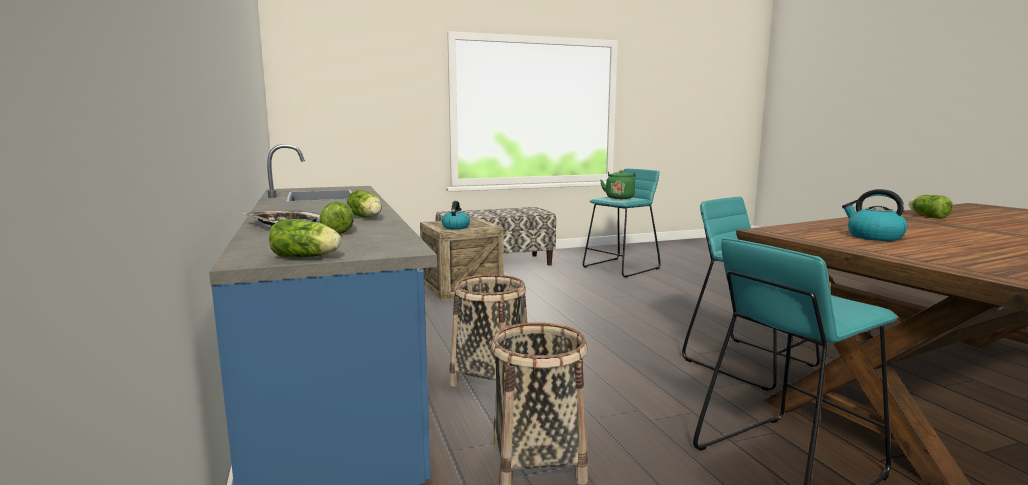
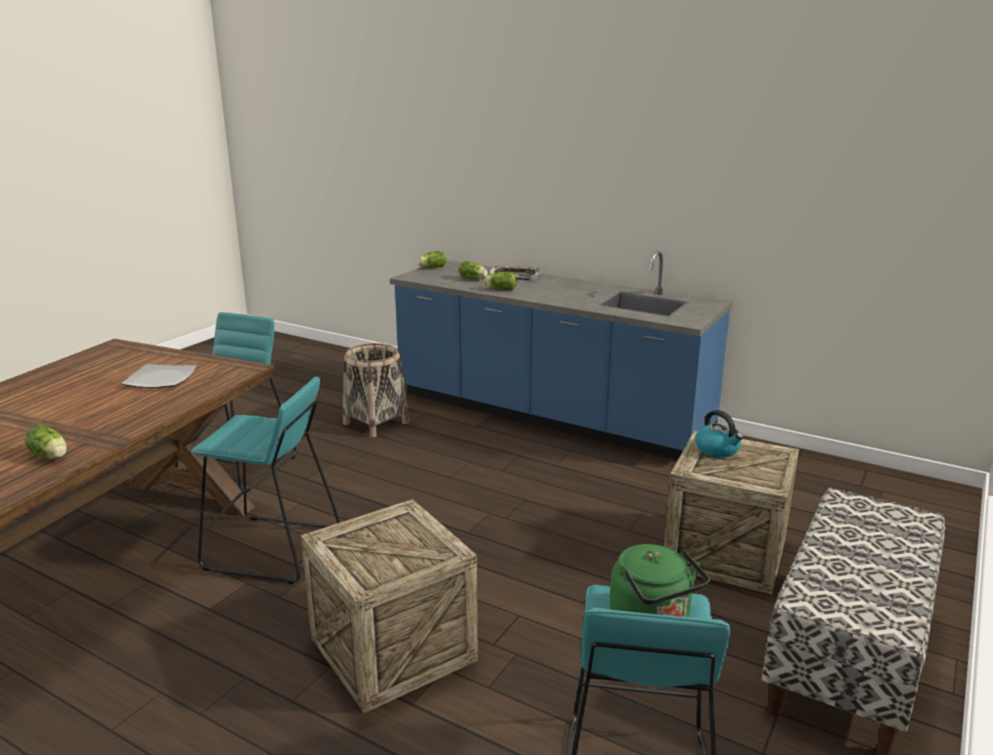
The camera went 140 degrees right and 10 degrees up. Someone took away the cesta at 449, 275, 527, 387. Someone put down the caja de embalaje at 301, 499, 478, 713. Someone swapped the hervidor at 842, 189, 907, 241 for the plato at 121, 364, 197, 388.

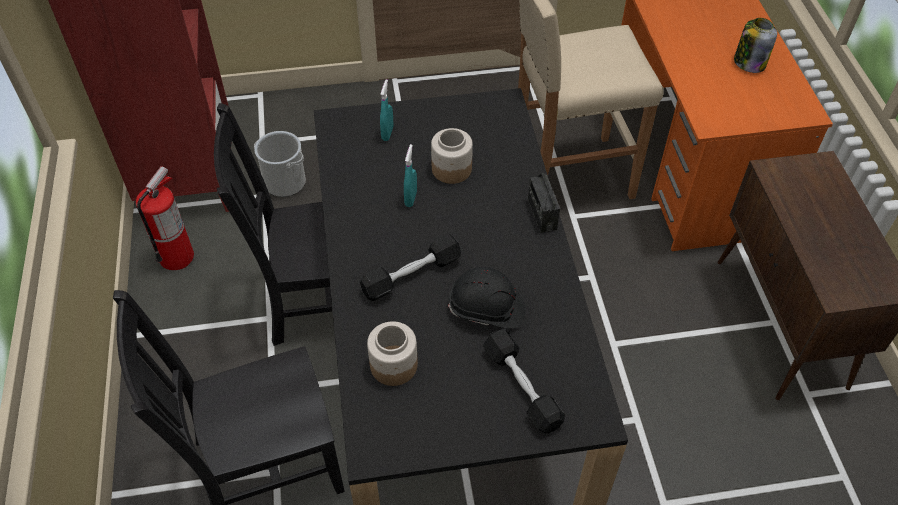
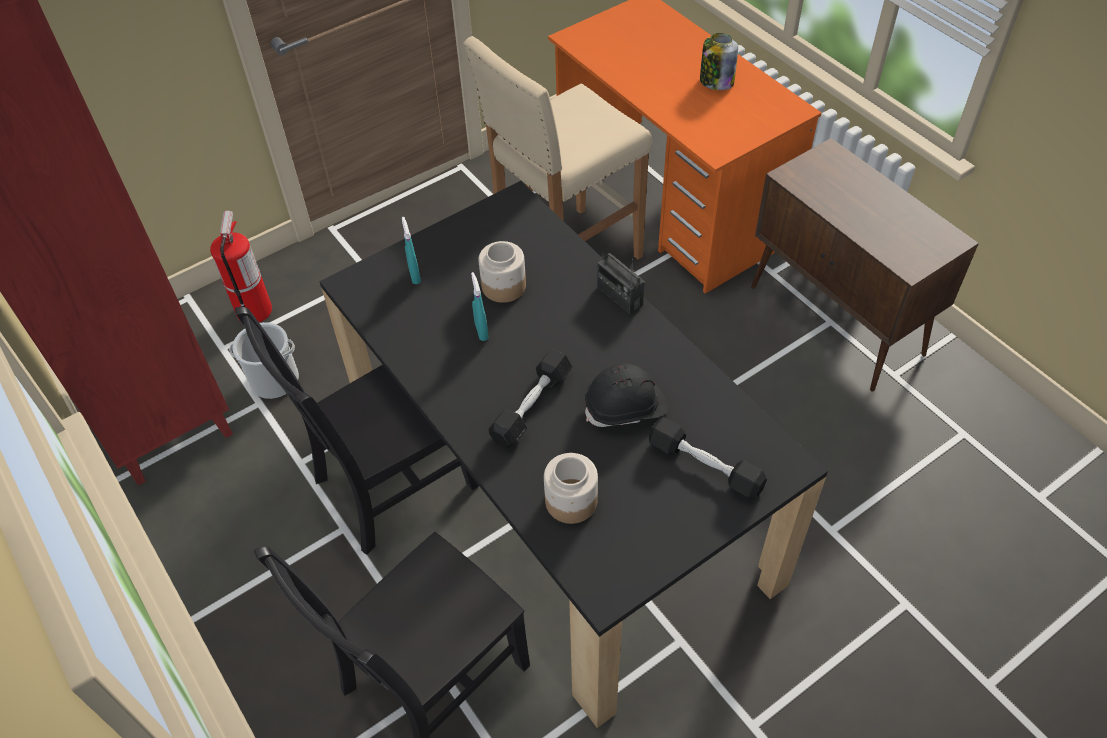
The camera went 25 degrees left and 0 degrees up. Someone carried the extintor from 136, 166, 194, 270 to 210, 211, 272, 322.

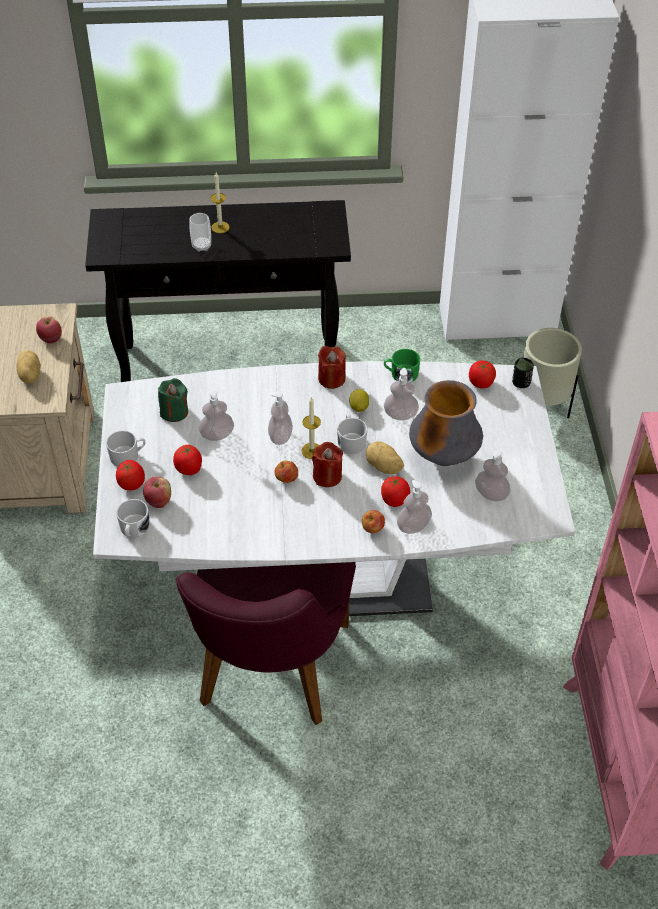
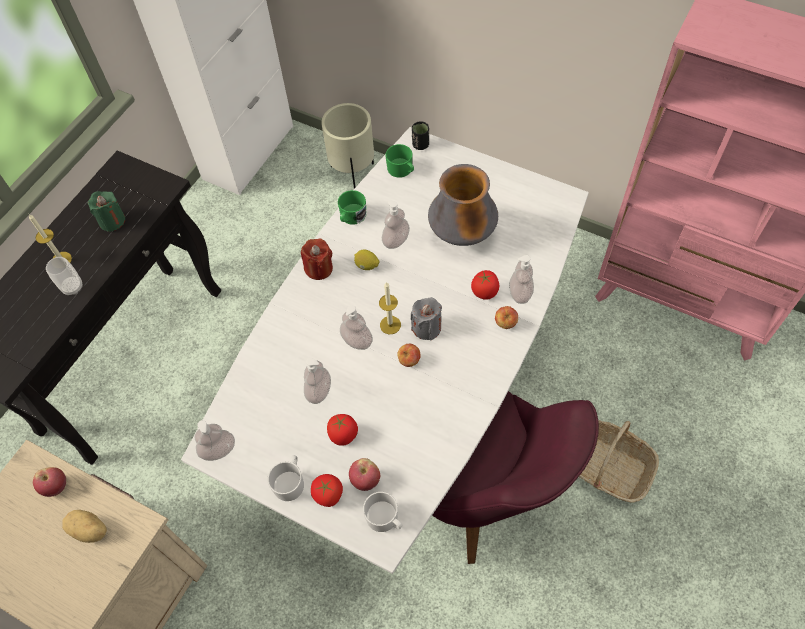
The camera went 55 degrees left and 10 degrees up. Someone took away the taza grande (blanco) at 337, 414, 367, 454. Someone took away the patata at 366, 441, 404, 474. Someone put down the cesta at 579, 420, 659, 503. Someone carried the vela (verde) from 158, 378, 188, 422 to 88, 191, 125, 232. Someone carried the dispensador de jabón from 475, 450, 510, 501 to 194, 420, 235, 461. Someone swapped the tomate at 469, 361, 496, 389 for the taza grande (verde) at 385, 144, 414, 178. Someone repainted the vela (rojo) at 312, 442, 343, 487, which became the vela (gris) at 411, 297, 442, 341.

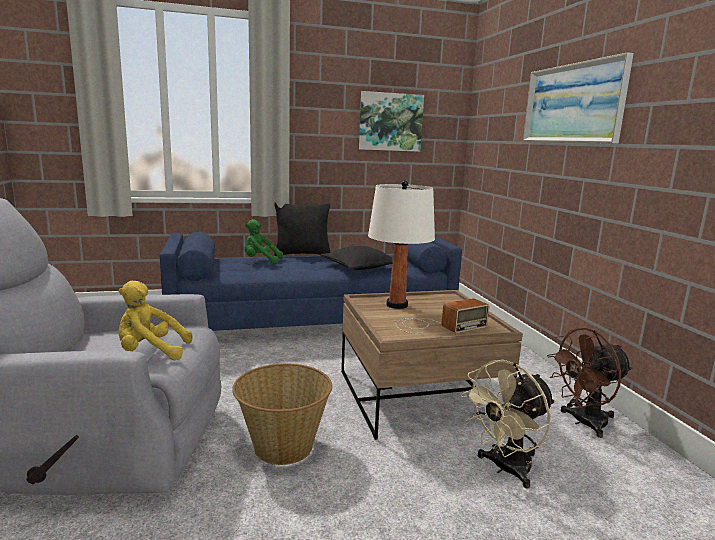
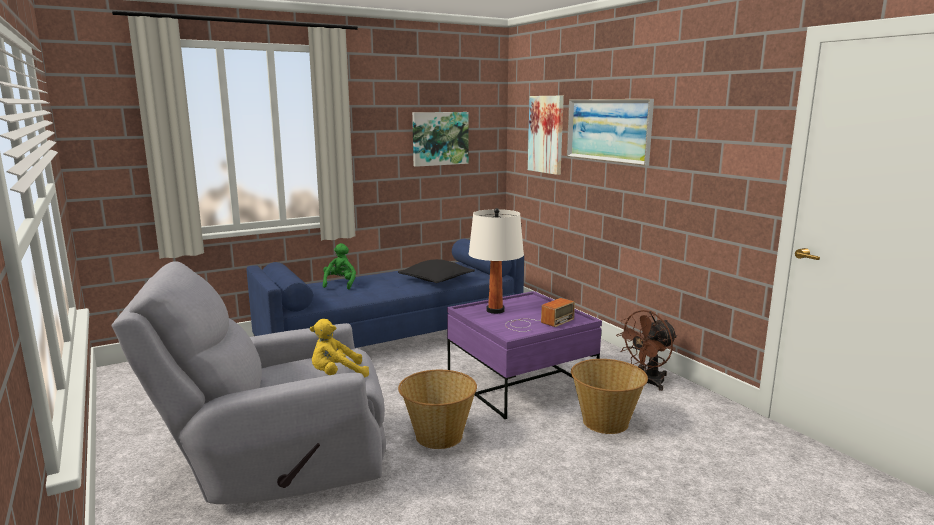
The camera went 15 degrees left and 0 degrees up. Someone took away the cojín (negro) at 274, 203, 331, 256. Someone put up the cuadro at 528, 96, 564, 175. Someone swapped the ventilador (beis) at 460, 360, 555, 489 for the cesta at 571, 359, 648, 434. Someone repainted the mesa de centro (marrón) at 341, 290, 523, 440, which became the mesa de centro (morado) at 447, 291, 602, 419. Someone rotated the peluche (verde) at 244, 219, 283, 264 by 105 degrees clockwise.

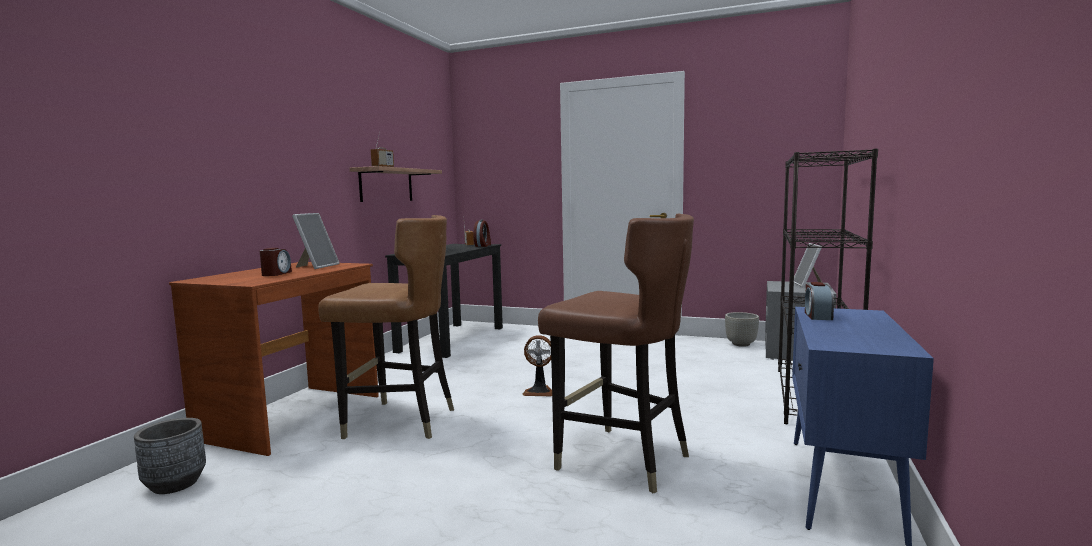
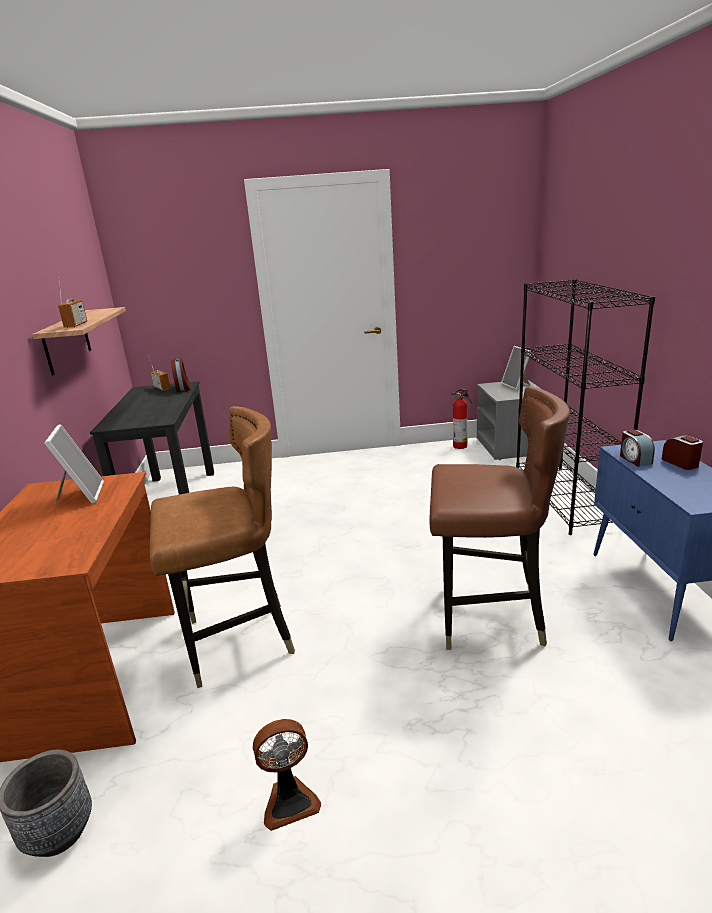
The camera went 25 degrees left and 15 degrees up. Someone carried the despertador from 260, 248, 292, 276 to 661, 435, 703, 470. Someone carried the ventilador from 522, 335, 552, 396 to 253, 719, 321, 831. Someone swapped the maceta (gris) at 725, 312, 759, 347 for the extintor at 451, 389, 472, 449.

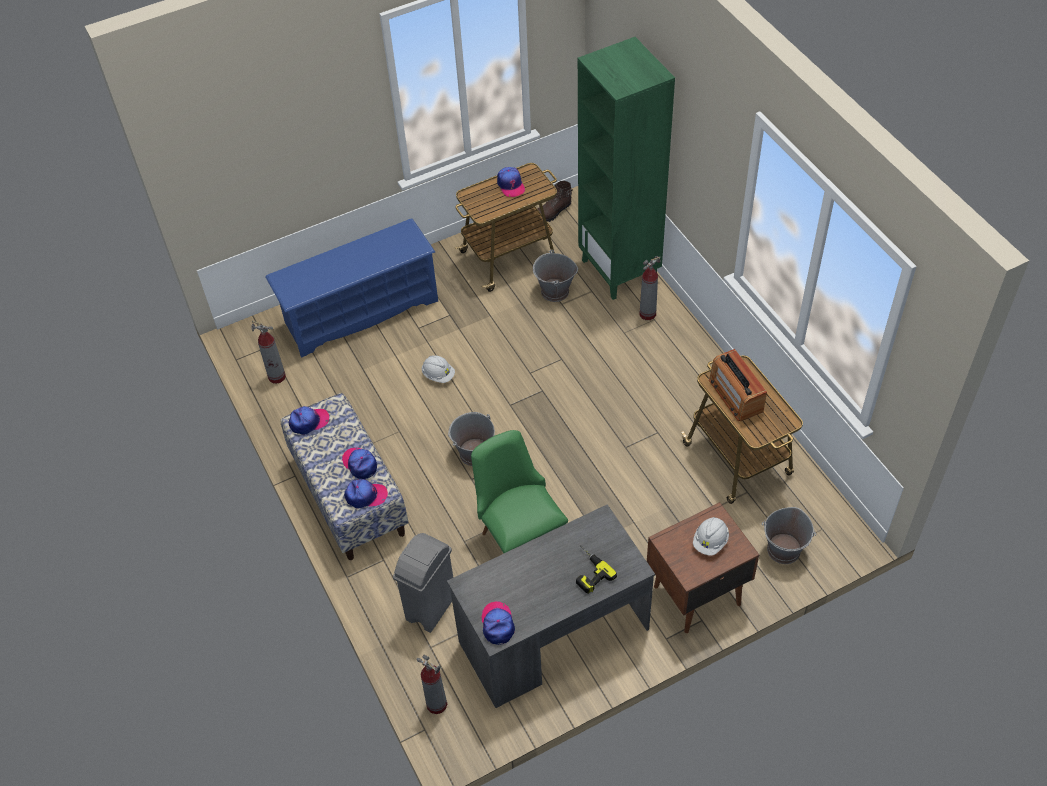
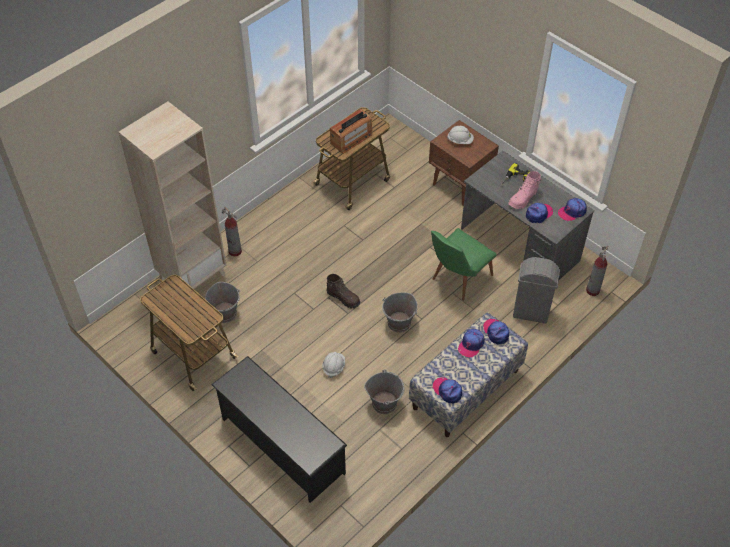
The camera went 110 degrees left and 0 degrees up. Someone took away the extintor at 251, 321, 286, 384. Someone put down the bota (rosa) at 508, 171, 542, 209. Someone carried the gorra from 497, 167, 525, 197 to 526, 203, 553, 223. Someone carried the bota (marrón) from 537, 181, 573, 222 to 327, 274, 360, 308. Someone carried the cubo (gris) from 762, 507, 816, 564 to 364, 369, 405, 414. Someone repainted the zapatero (azul) at 265, 218, 438, 358, which became the zapatero (negro) at 211, 356, 347, 503. Someone repainted the estantería (verde) at 578, 37, 675, 300, which became the estantería (beis) at 119, 102, 226, 293.

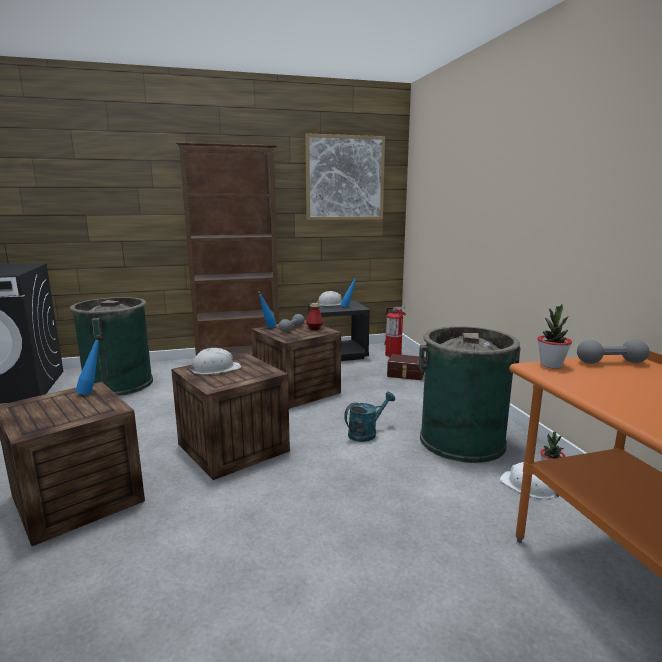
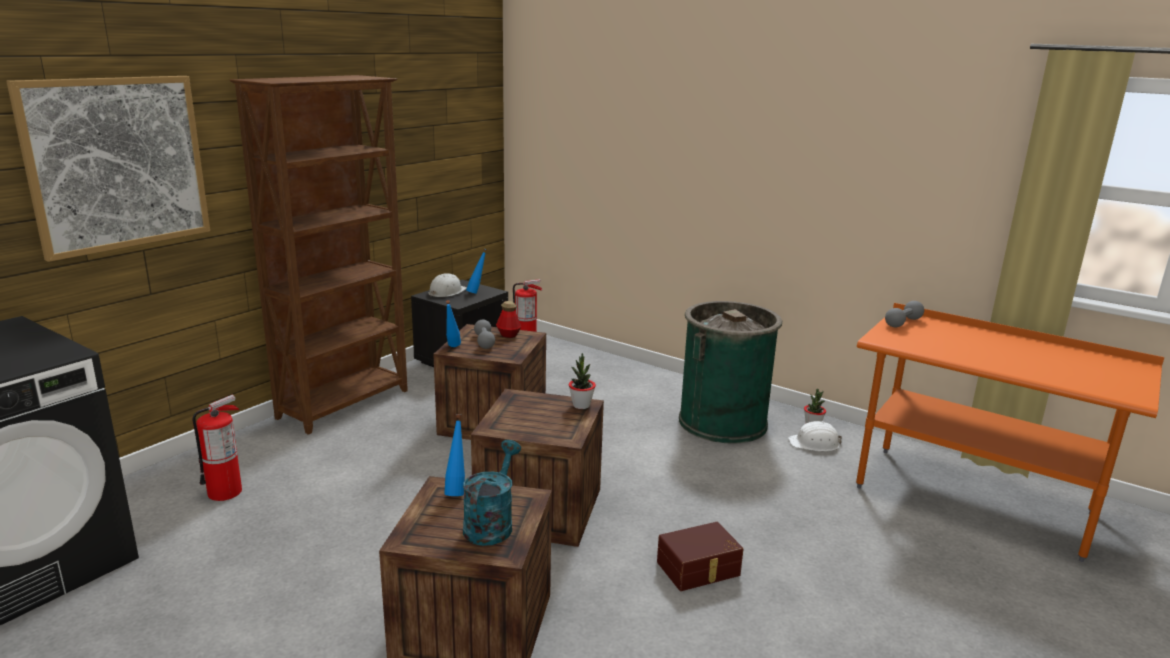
The camera went 40 degrees left and 5 degrees up. Someone took away the casco (blanco) at 188, 348, 241, 374. Someone carried the cuadro from 305, 133, 385, 220 to 6, 76, 210, 262. Someone carried the regadera (turquesa) from 344, 392, 395, 442 to 463, 440, 521, 546. Someone carried the caja de almacenaje (marrón) from 387, 354, 425, 380 to 657, 522, 743, 591. Someone carried the planta en maceta from 537, 304, 572, 368 to 569, 353, 596, 409. Someone swapped the papelera (verde) at 70, 297, 153, 396 for the extintor at 192, 394, 242, 501.

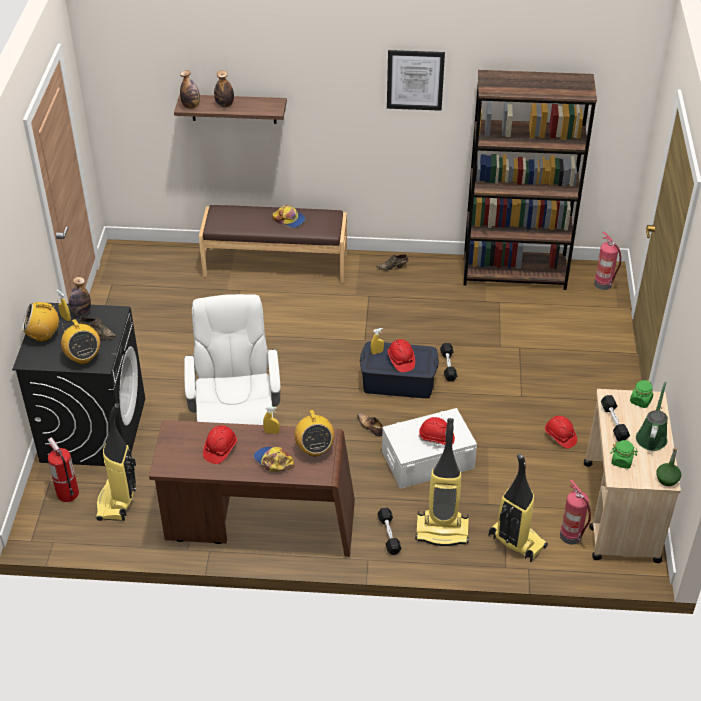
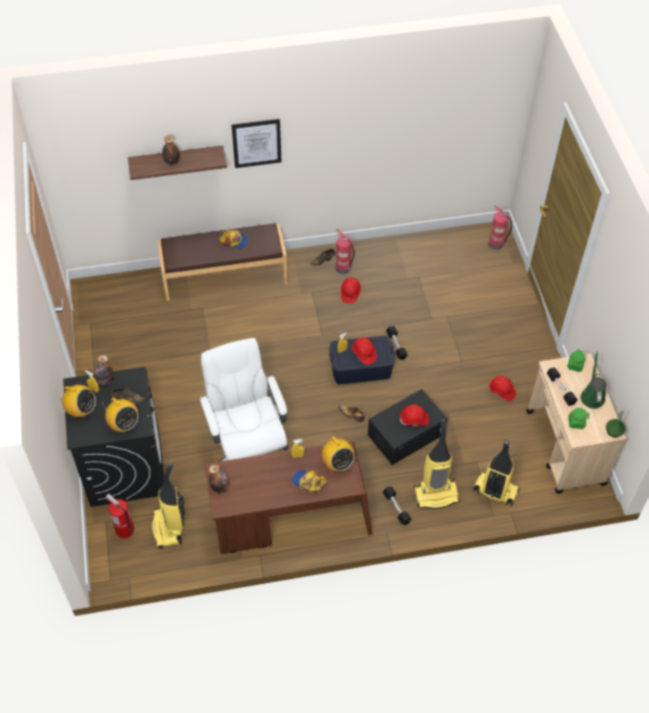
The camera went 15 degrees left and 10 degrees up. Someone took away the estantería (marrón) at 464, 70, 597, 290. Someone carried the botella from 180, 70, 200, 109 to 209, 464, 229, 493. Someone carried the casco (rojo) from 203, 425, 237, 464 to 341, 278, 361, 304. Someone carried the cuadro from 387, 50, 445, 111 to 232, 119, 281, 168. Someone carried the extintor from 560, 479, 591, 545 to 336, 229, 355, 274. Someone repainted the caja de almacenaje (blanco) at 382, 408, 477, 489, which became the caja de almacenaje (negro) at 368, 389, 447, 465. Someone rotated the radio at 22, 302, 59, 342 by 135 degrees counterclockwise.

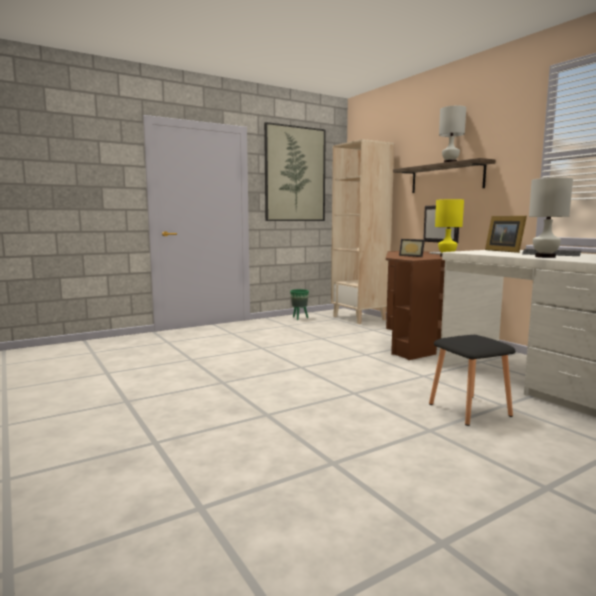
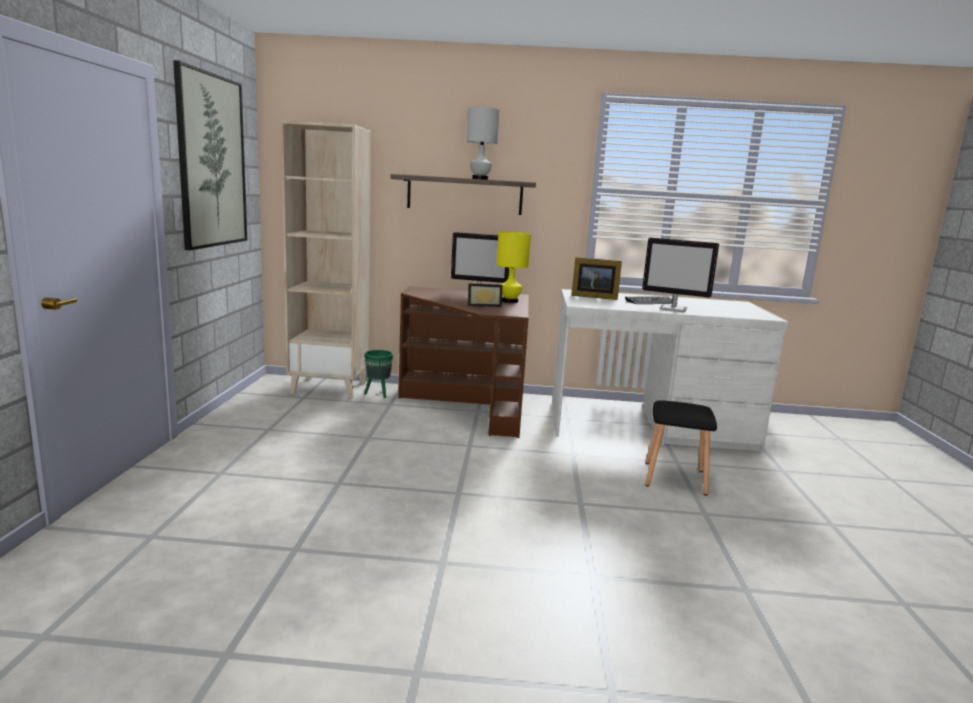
The camera went 55 degrees left and 5 degrees up. Someone carried the maceta (verde) from 290, 289, 309, 320 to 364, 350, 393, 398. Someone swapped the lámpara de mesa (blanco) at 529, 178, 573, 258 for the monitor at 642, 237, 719, 312.

